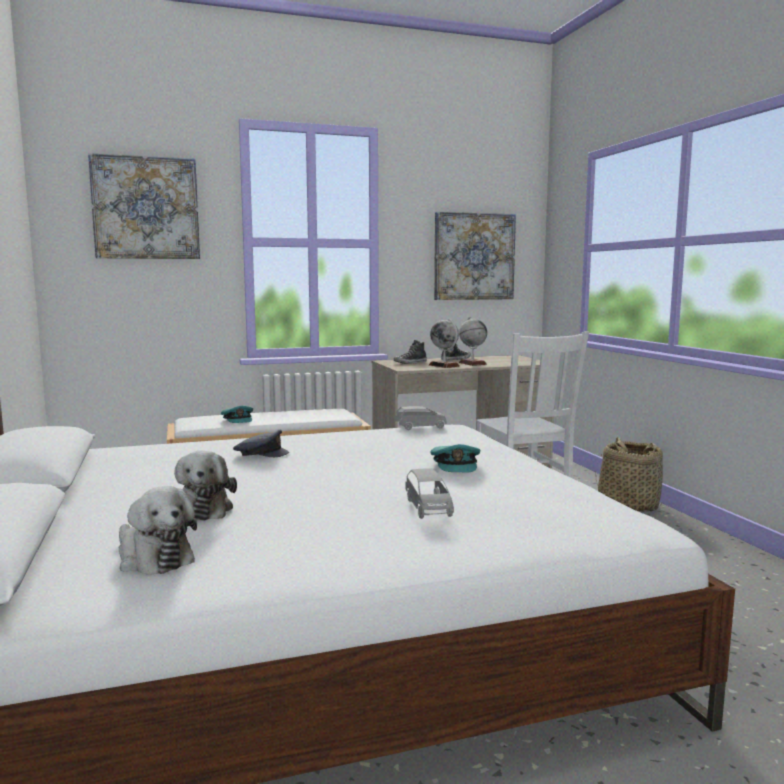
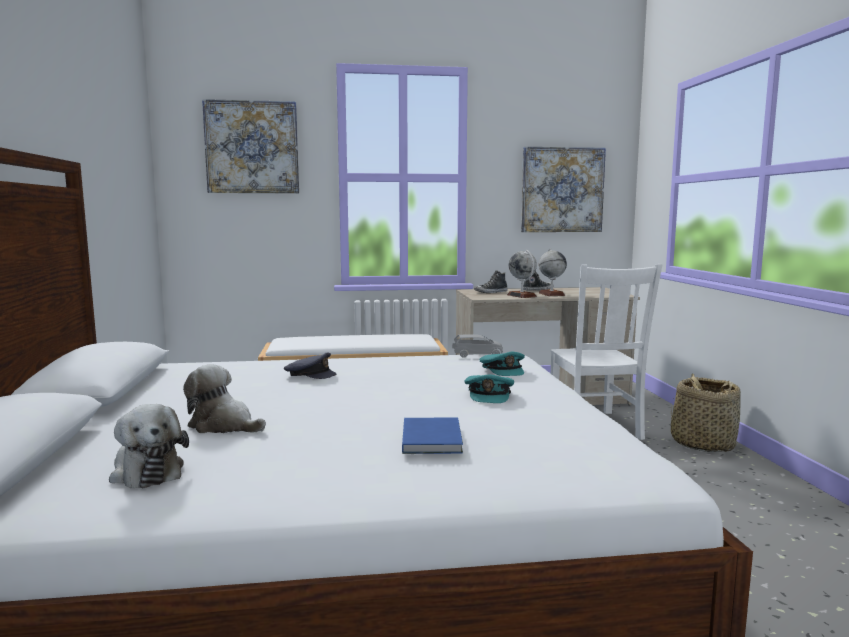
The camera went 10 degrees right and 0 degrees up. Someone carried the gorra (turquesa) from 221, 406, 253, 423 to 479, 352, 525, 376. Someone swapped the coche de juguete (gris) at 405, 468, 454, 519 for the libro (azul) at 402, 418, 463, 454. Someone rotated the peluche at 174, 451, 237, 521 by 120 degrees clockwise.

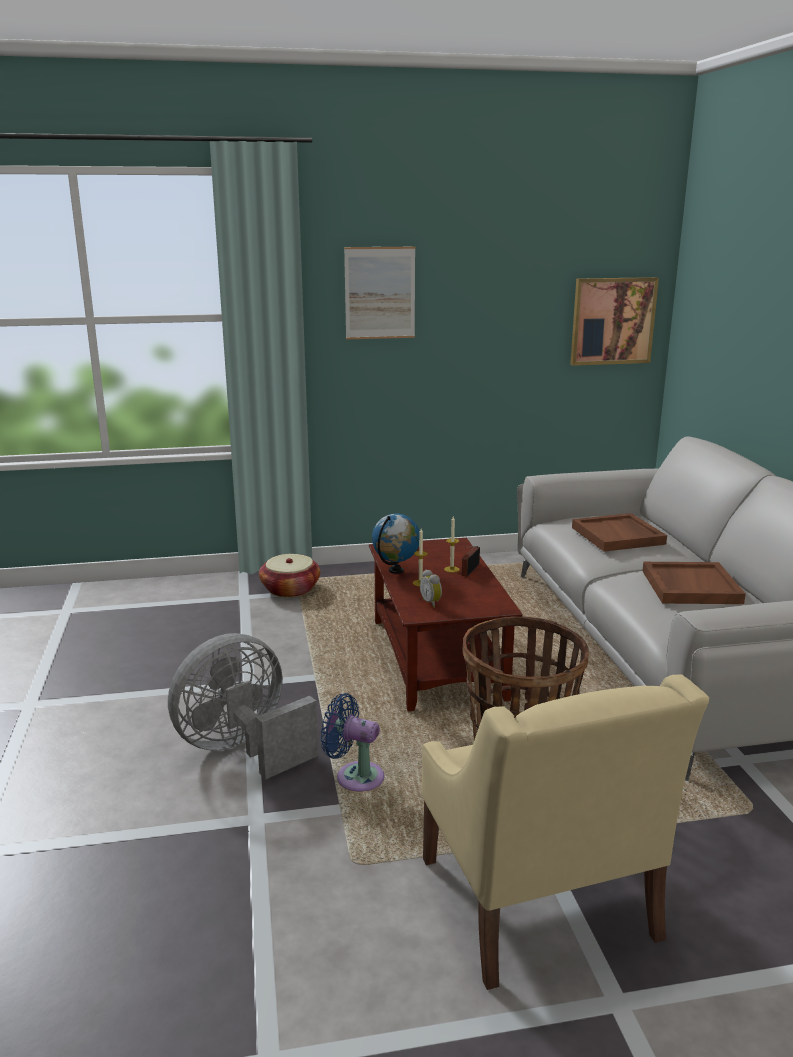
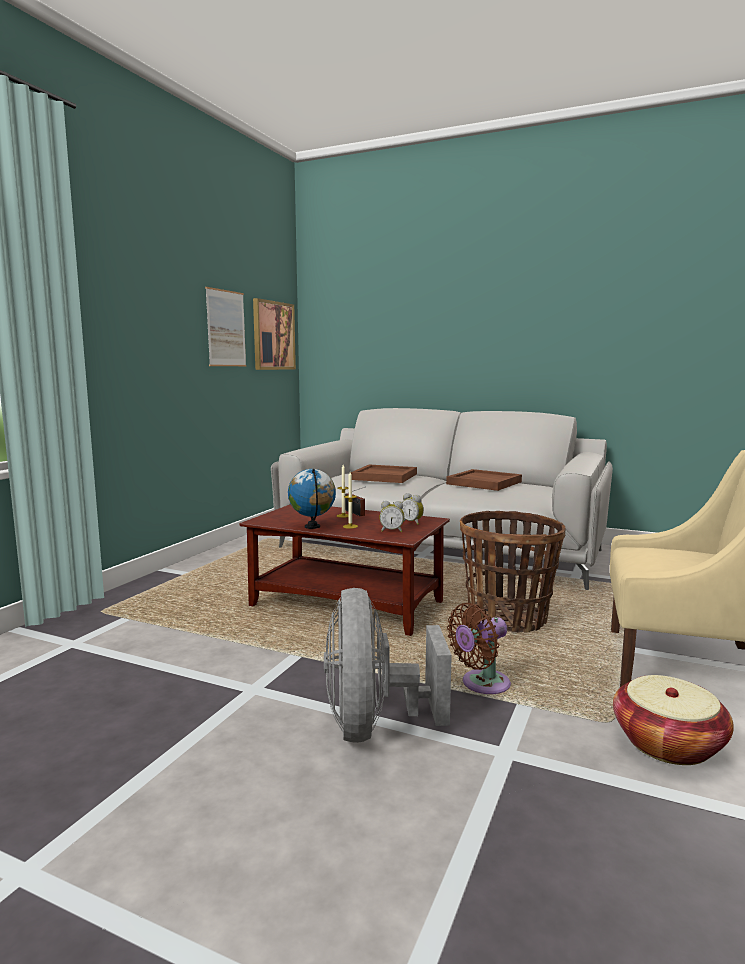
The camera went 55 degrees left and 10 degrees down. Someone put down the despertador at 402, 493, 424, 525. Someone carried the cesta from 259, 554, 320, 598 to 613, 675, 734, 765. Someone carried the cuadro from 344, 247, 415, 340 to 205, 287, 246, 366. Someone repainted the ventilador (azul) at 321, 693, 385, 792, which became the ventilador (marrón) at 447, 603, 511, 694.

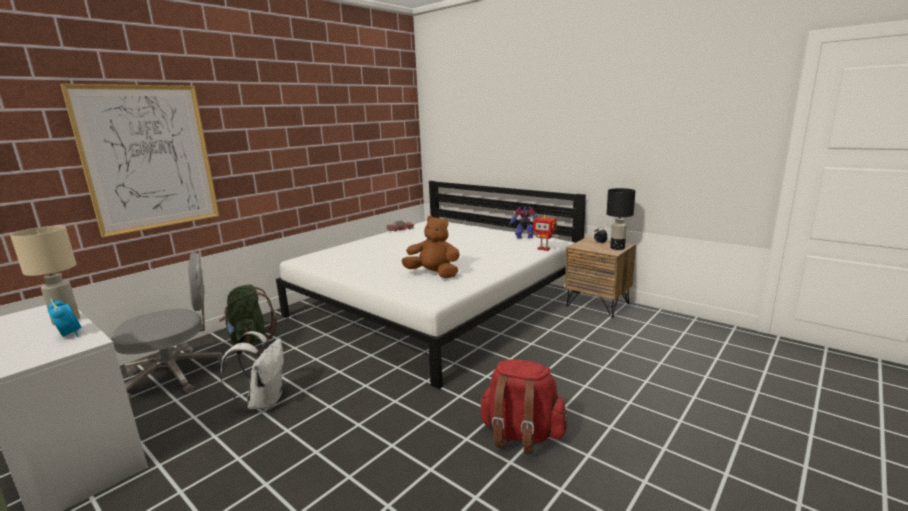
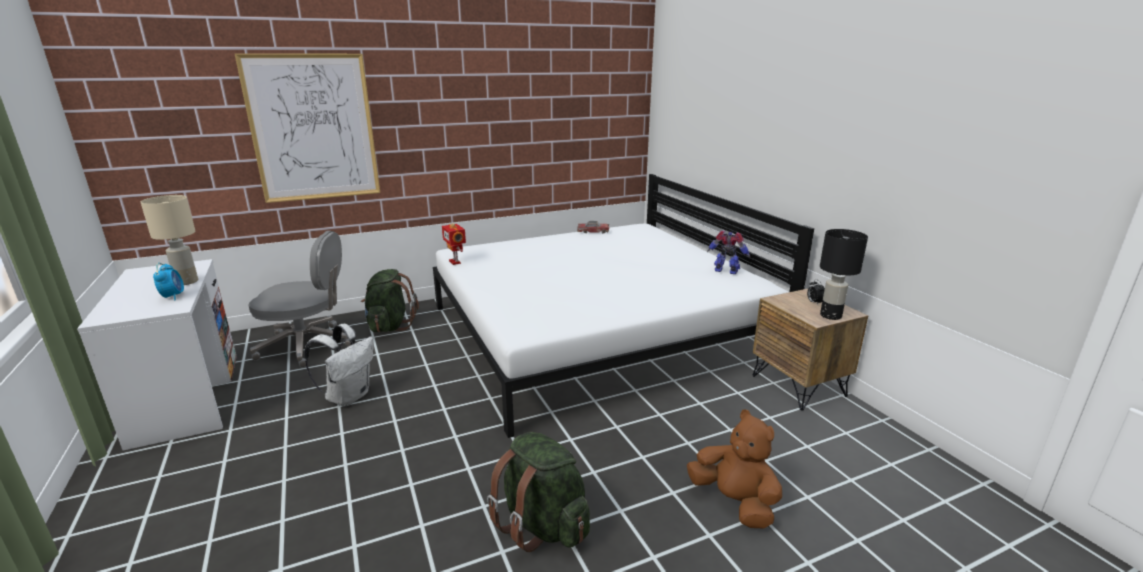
The camera went 25 degrees right and 5 degrees up. Someone carried the peluche (marrón) from 402, 216, 460, 278 to 687, 409, 782, 528. Someone carried the robot de juguete from 529, 216, 560, 251 to 442, 223, 466, 265. Someone repainted the mochila (rojo) at 479, 359, 567, 454, which became the mochila (verde) at 487, 432, 590, 552.

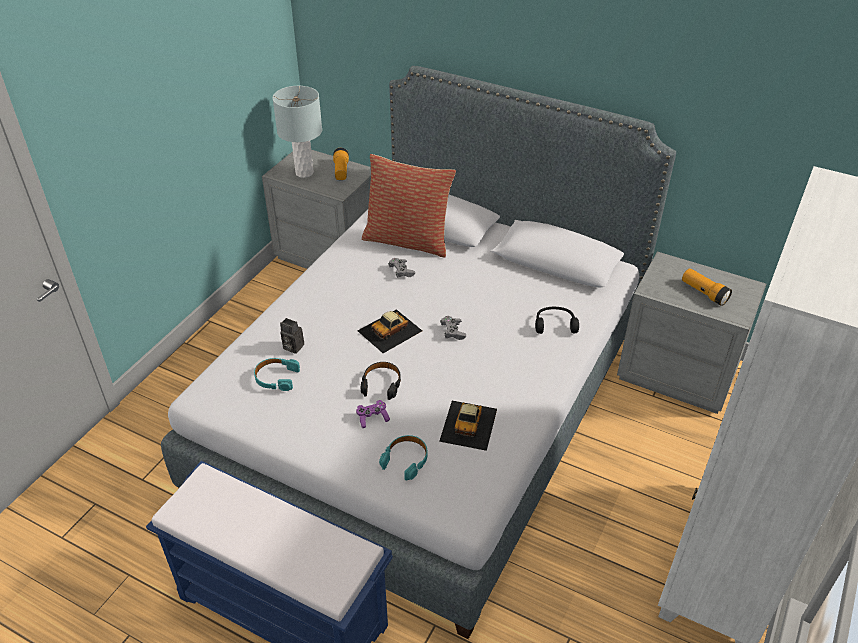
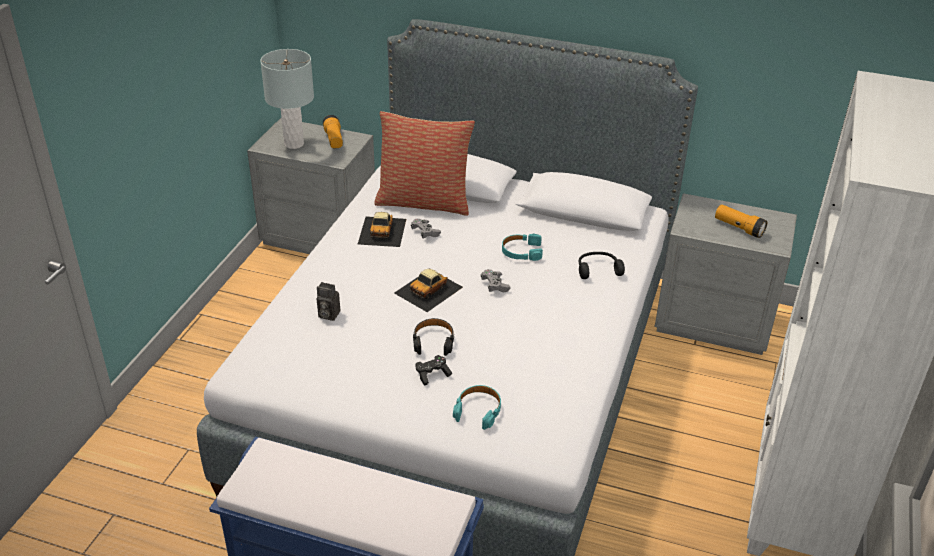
The camera went 10 degrees left and 5 degrees down. Someone carried the auriculares (turquesa) from 254, 358, 300, 391 to 502, 234, 543, 261. Someone carried the coche de juguete from 439, 401, 497, 451 to 358, 212, 406, 247. Someone repainted the mando de consola (morado) at 356, 400, 390, 428, which became the mando de consola (negro) at 415, 355, 452, 386.

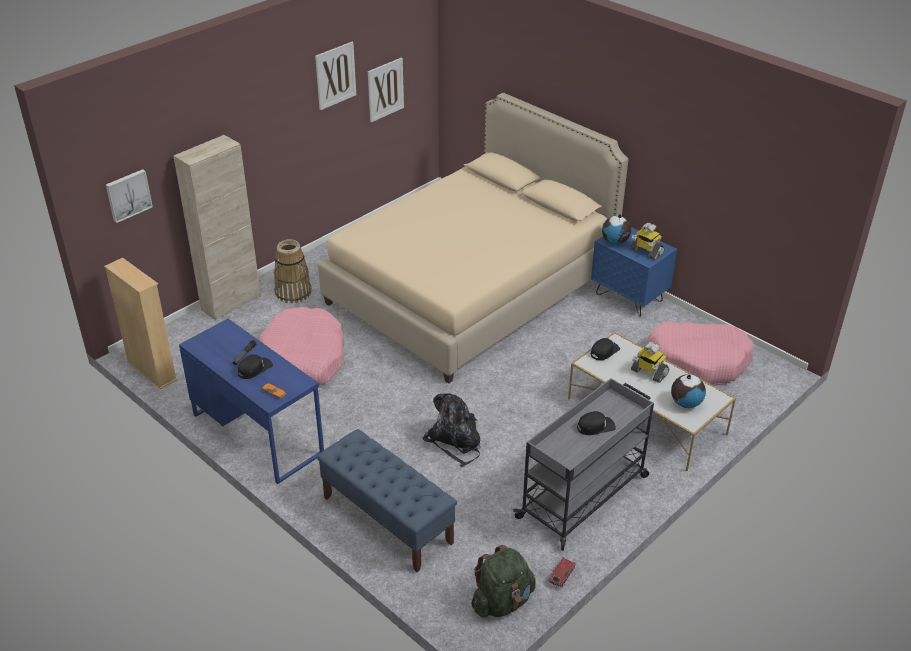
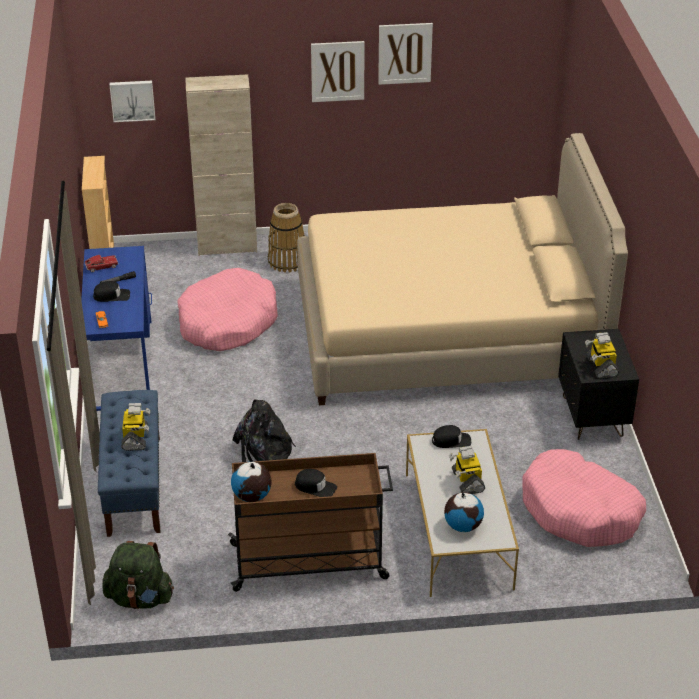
The camera went 40 degrees right and 0 degrees up. Someone put down the robot de juguete at 121, 403, 150, 451. Someone carried the cuadro from 368, 58, 404, 122 to 311, 41, 365, 102. Someone carried the coche de juguete from 548, 557, 576, 588 to 85, 255, 118, 272. Someone carried the globo terráqueo from 602, 214, 631, 245 to 231, 462, 271, 502. Someone repainted the carrito (gris) at 513, 378, 654, 551, which became the carrito (marrón) at 228, 453, 393, 592. Someone repainted the mesita de noche (azul) at 591, 227, 677, 317, which became the mesita de noche (negro) at 558, 329, 639, 440.

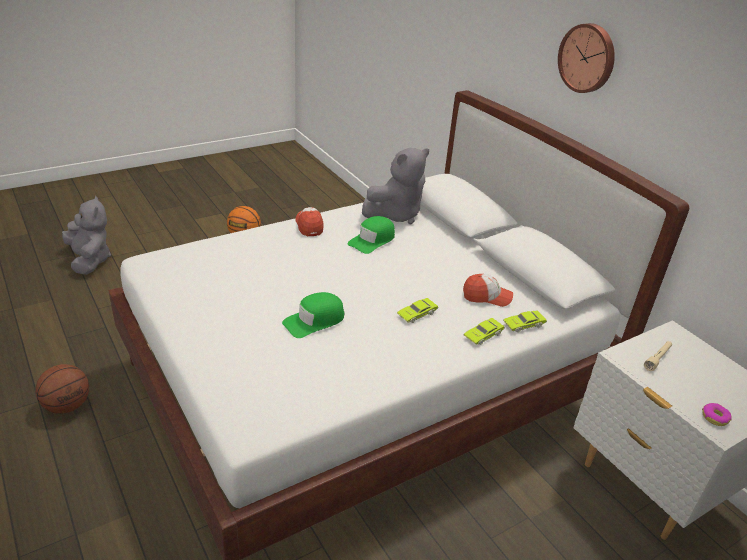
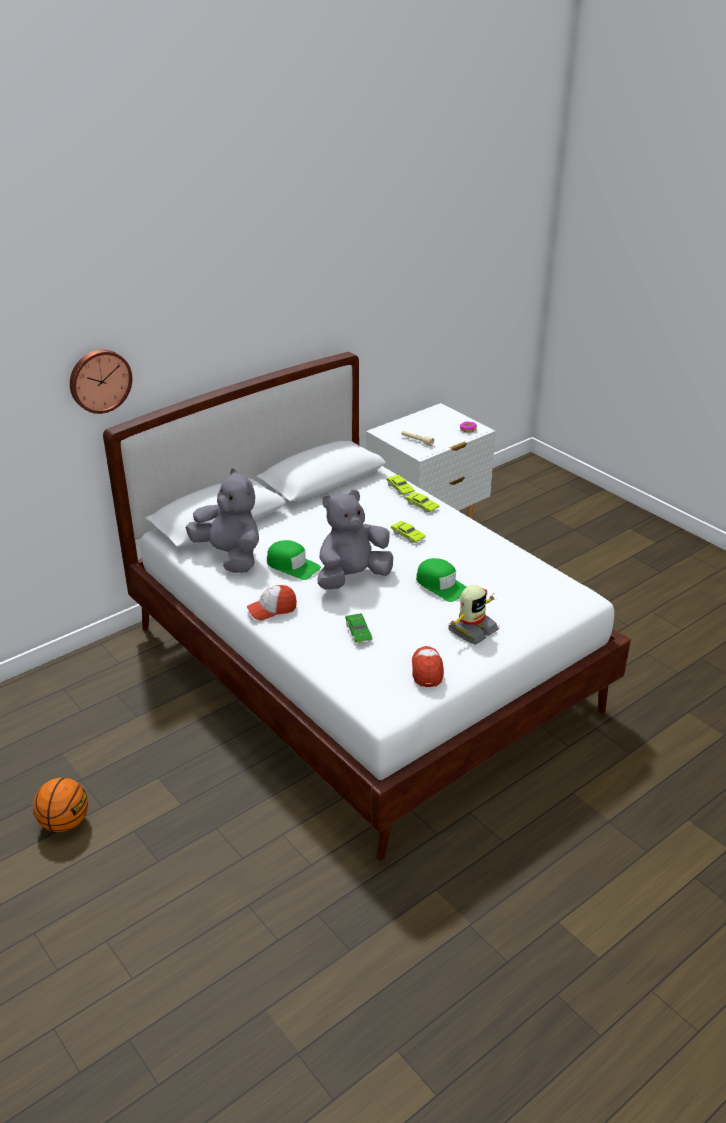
The camera went 95 degrees left and 0 degrees up. Someone took away the balón de baloncesto at 35, 364, 89, 414. Someone put down the coche de juguete (verde) at 345, 613, 373, 643. Someone put down the robot de juguete at 448, 585, 498, 645. Someone carried the peluche (gris) from 62, 196, 111, 275 to 318, 490, 393, 589. Someone carried the gorra from 463, 274, 513, 307 to 412, 646, 444, 687. Someone carried the reloj de pared from 558, 23, 615, 93 to 70, 349, 132, 414.

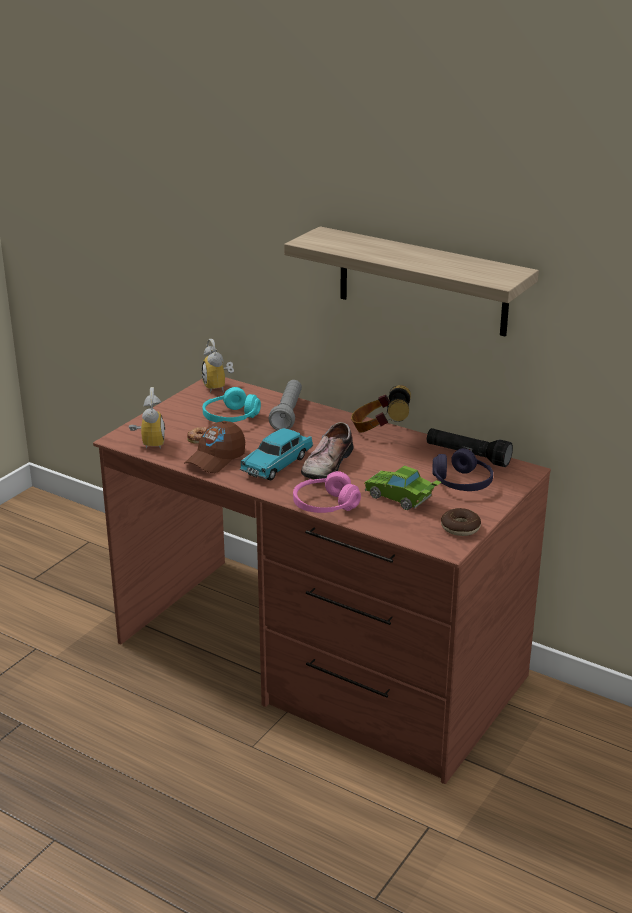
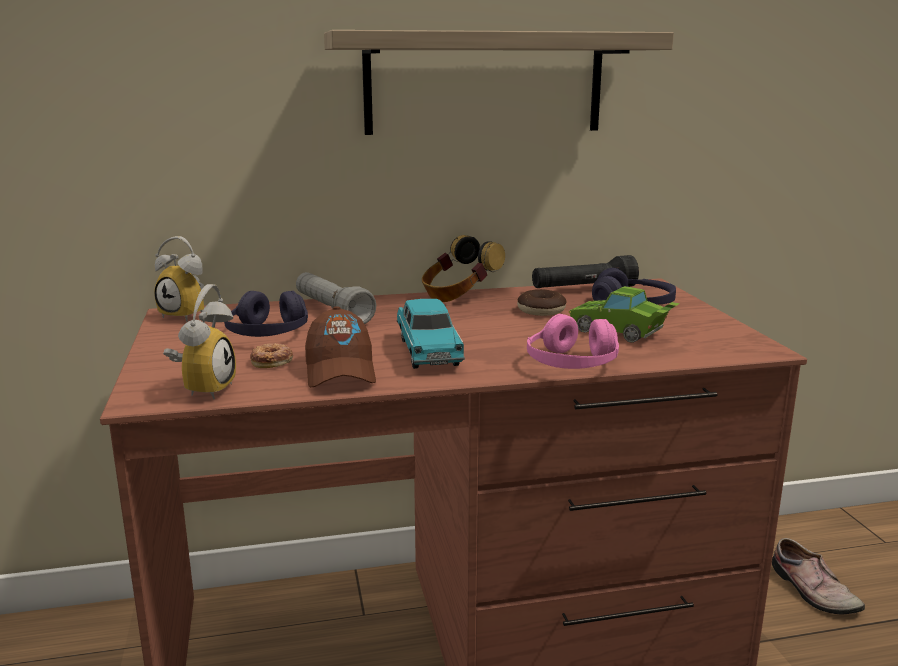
The camera went 45 degrees left and 10 degrees down. Someone carried the zapato from 301, 422, 354, 479 to 772, 538, 865, 614. Someone carried the rosquilla from 441, 508, 481, 536 to 517, 289, 566, 316. Someone repainted the auriculares (turquesa) at 202, 387, 261, 422, which became the auriculares (morado) at 224, 291, 308, 337. Someone rotated the despertador at 129, 387, 165, 449 by 60 degrees clockwise. Someone rotated the coche de juguete (verde) at 364, 466, 441, 510 by 45 degrees clockwise.

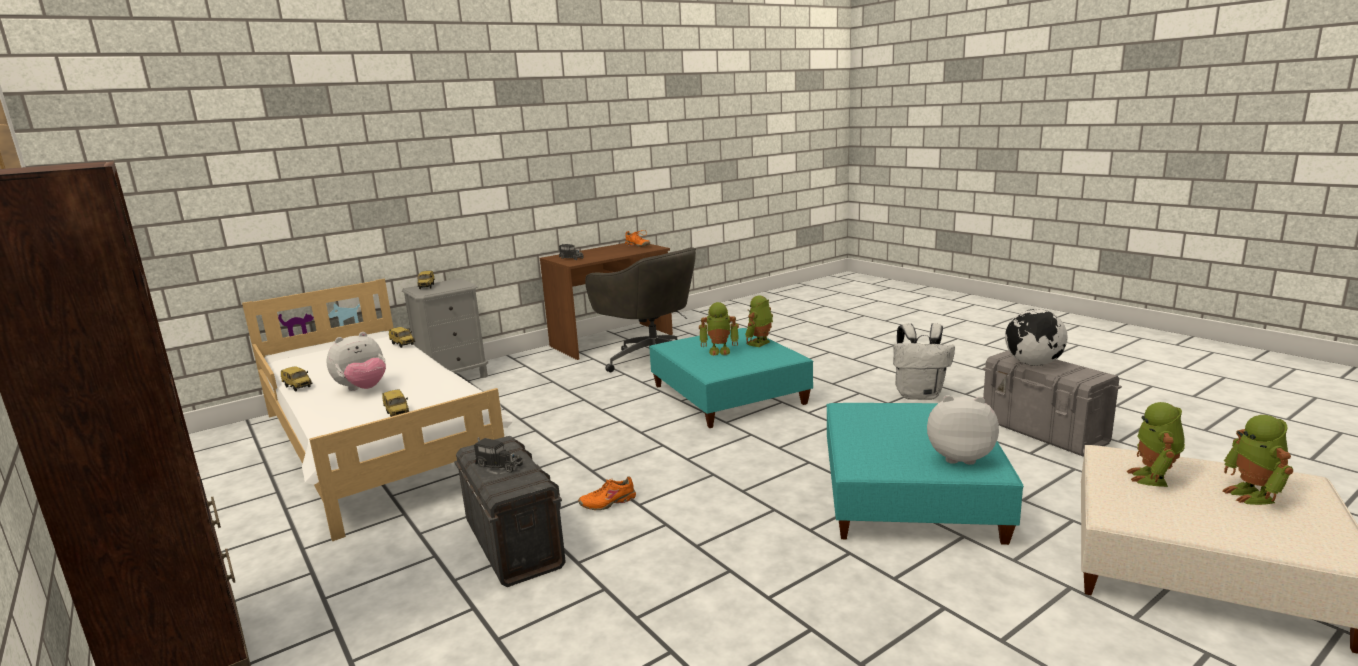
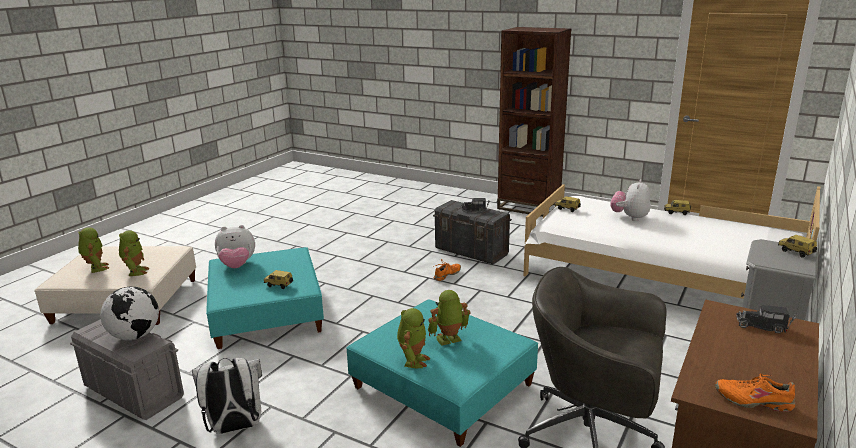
The camera went 155 degrees right and 5 degrees up. Someone carried the coche de juguete from 389, 327, 415, 348 to 264, 270, 293, 289.

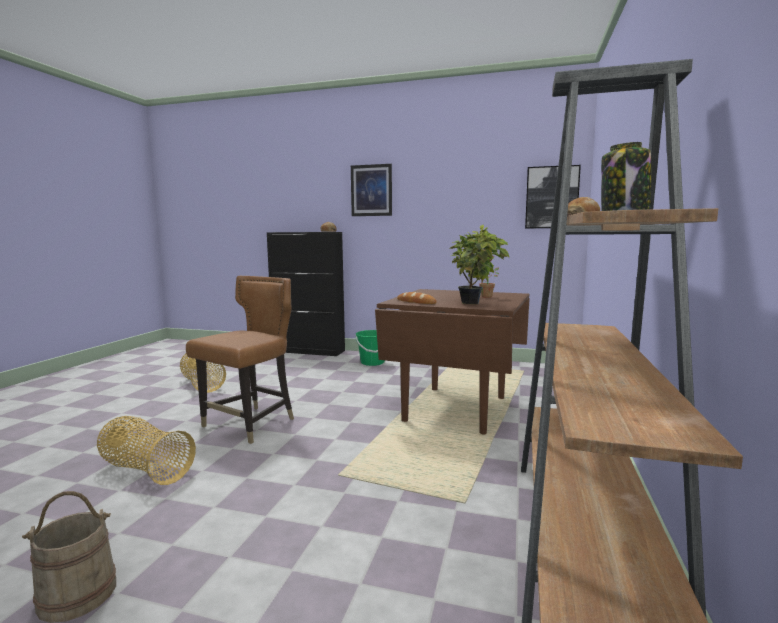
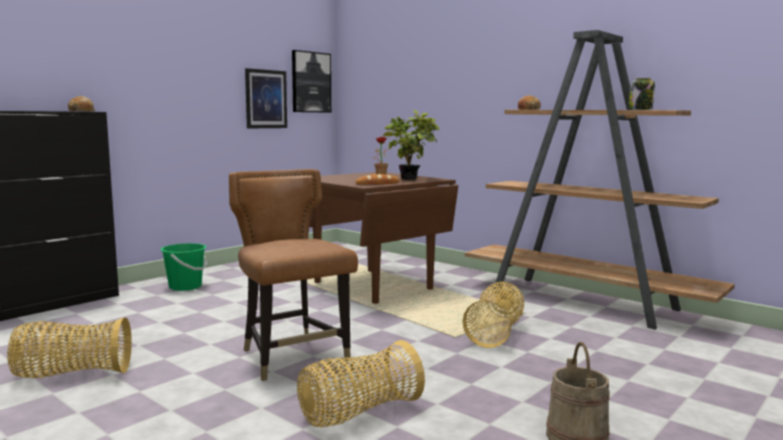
The camera went 65 degrees left and 0 degrees up. Someone put down the cesta at 463, 282, 524, 348. Someone carried the cuadro from 351, 164, 392, 216 to 245, 68, 287, 128.

